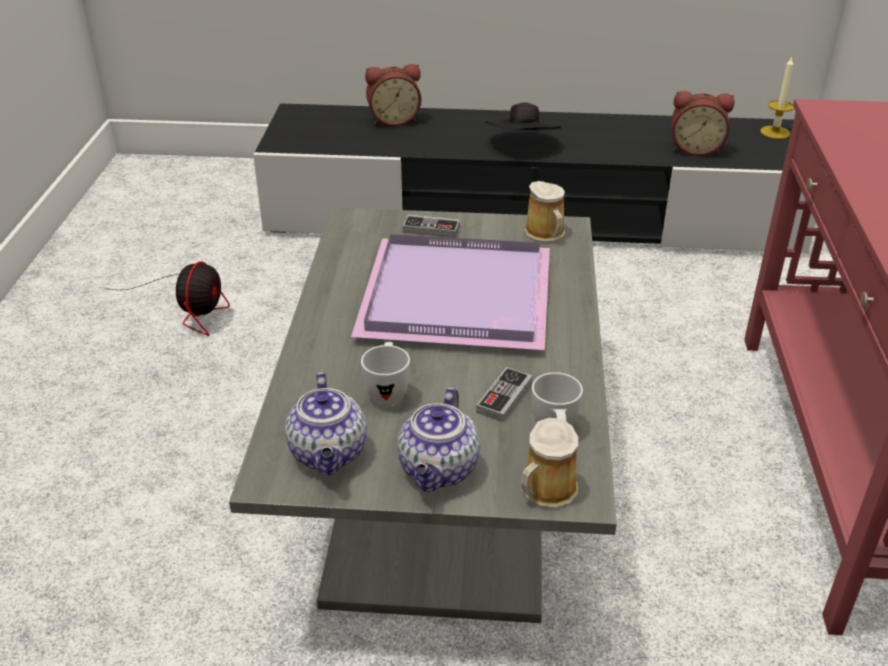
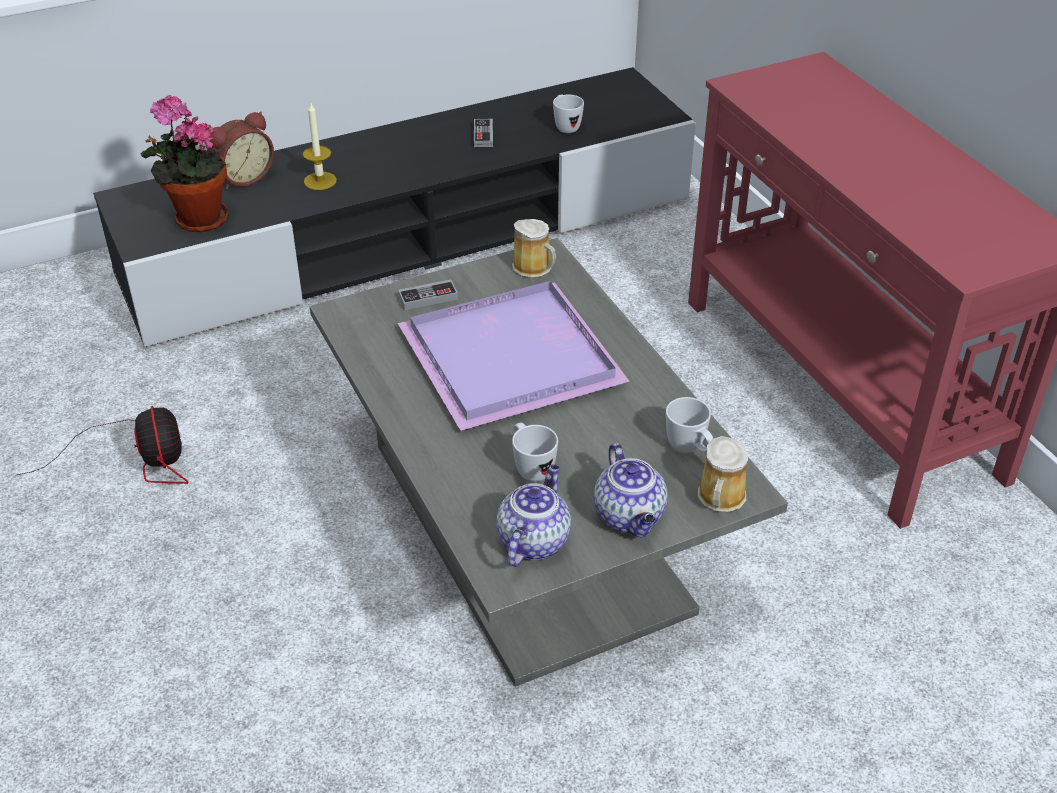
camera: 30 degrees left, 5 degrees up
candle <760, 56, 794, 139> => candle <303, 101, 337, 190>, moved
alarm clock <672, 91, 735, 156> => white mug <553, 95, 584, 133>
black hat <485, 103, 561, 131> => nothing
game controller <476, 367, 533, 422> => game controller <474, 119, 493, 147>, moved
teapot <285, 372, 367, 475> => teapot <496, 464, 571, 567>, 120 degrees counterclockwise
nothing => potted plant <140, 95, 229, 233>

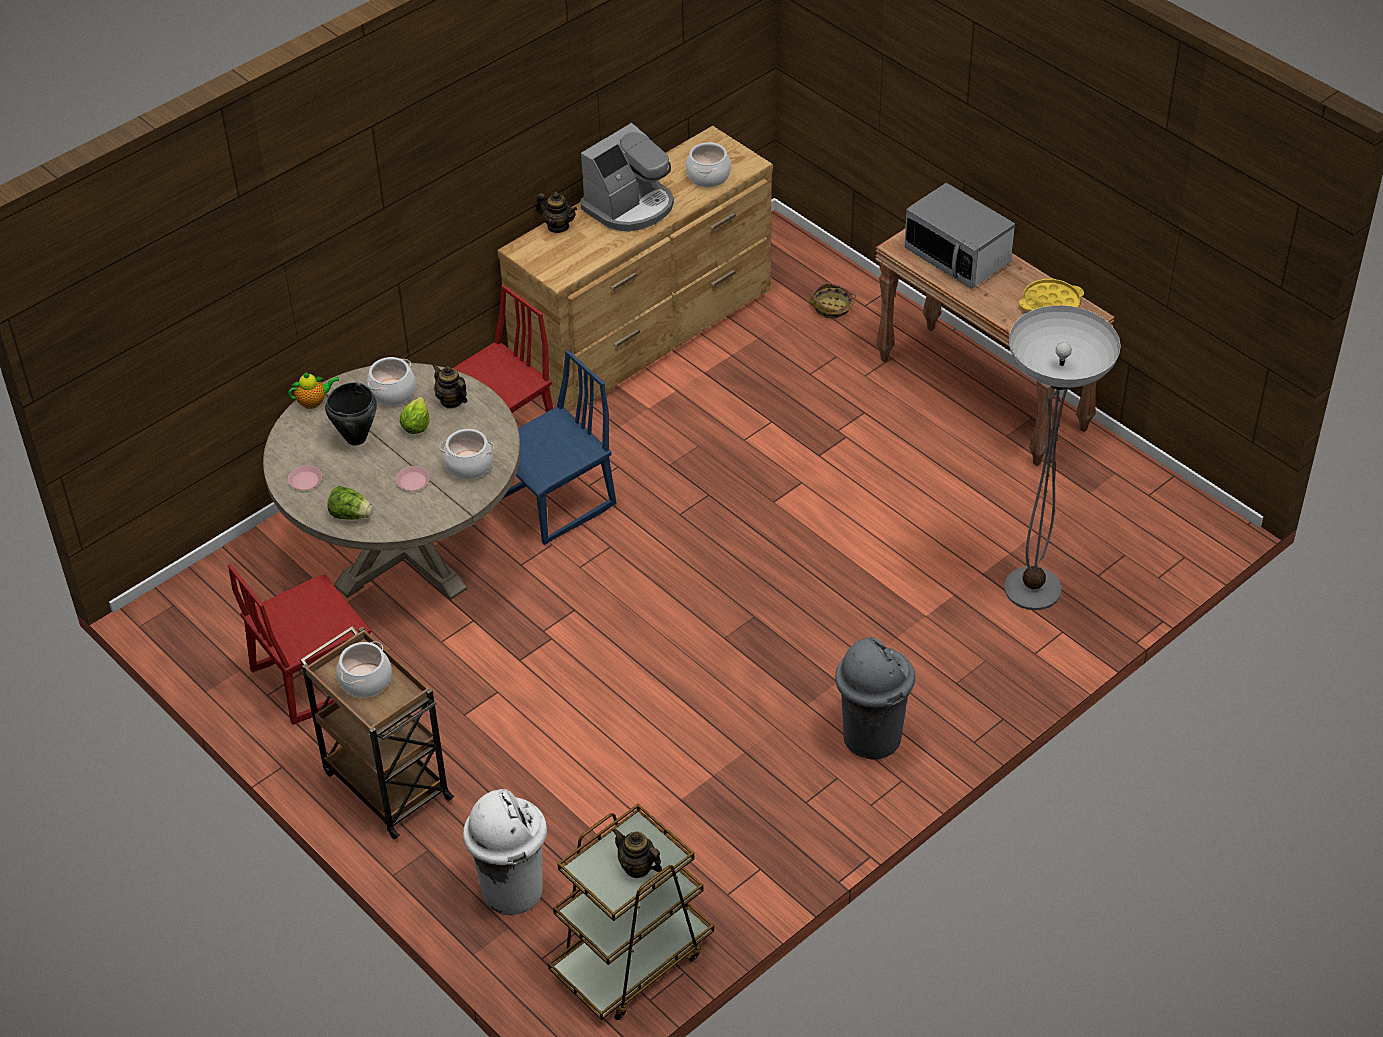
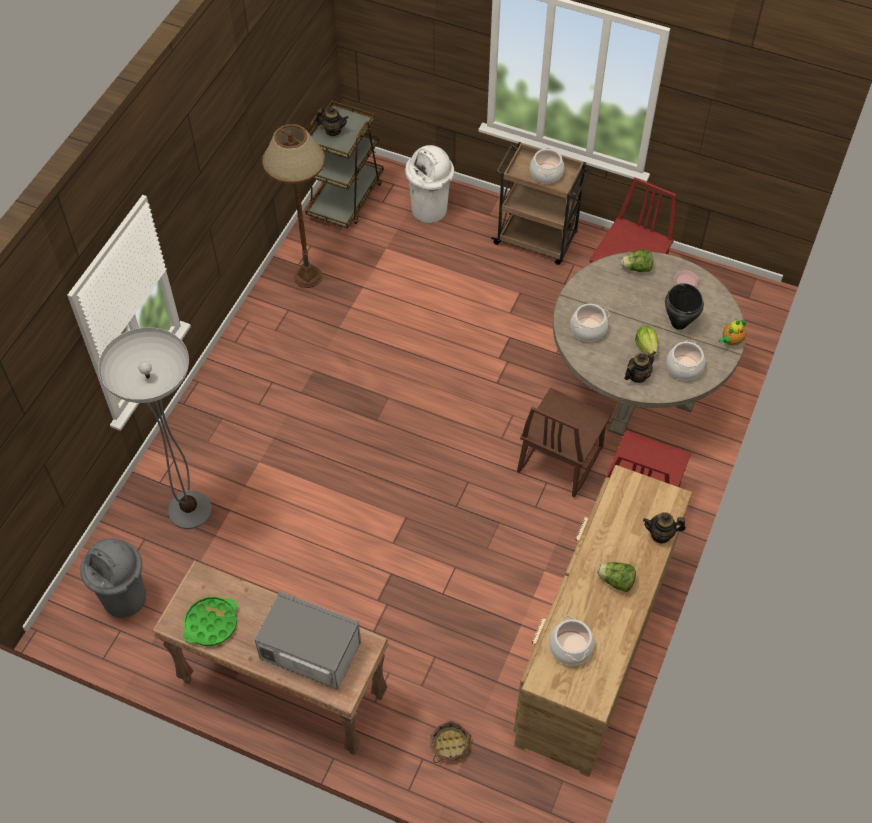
camera: 155 degrees right, 10 degrees up
coffee machine <581, 123, 674, 231> => lettuce <597, 562, 636, 592>
yellow tray <1019, 279, 1084, 312> => green tray <183, 596, 238, 646>
blue chair <502, 350, 616, 545> => brown chair <517, 388, 611, 497>
teapot <433, 364, 468, 409> => teapot <624, 351, 656, 383>, 60 degrees counterclockwise
pink plate <395, 466, 430, 491> => nothing
grey trash can <835, 637, 915, 759> => grey trash can <80, 539, 146, 618>, moved
nothing => brown floor lamp <262, 124, 325, 288>

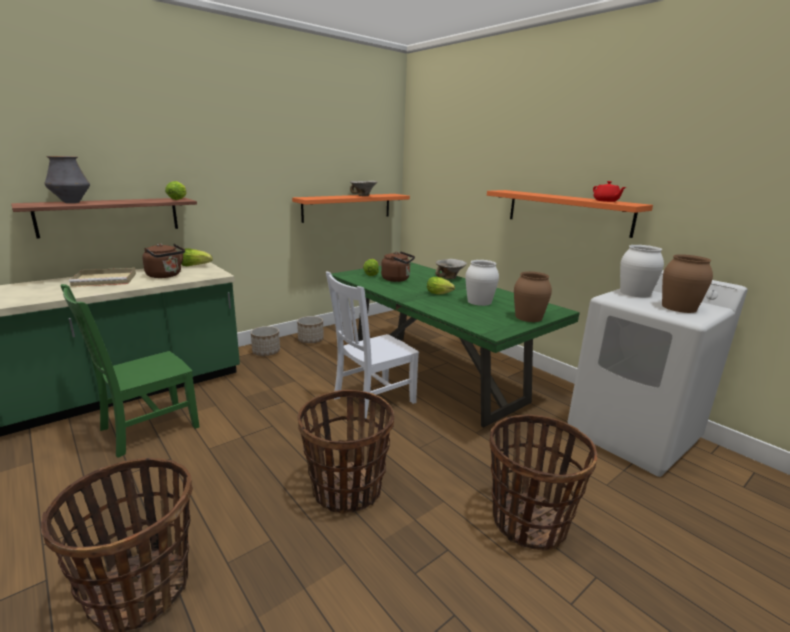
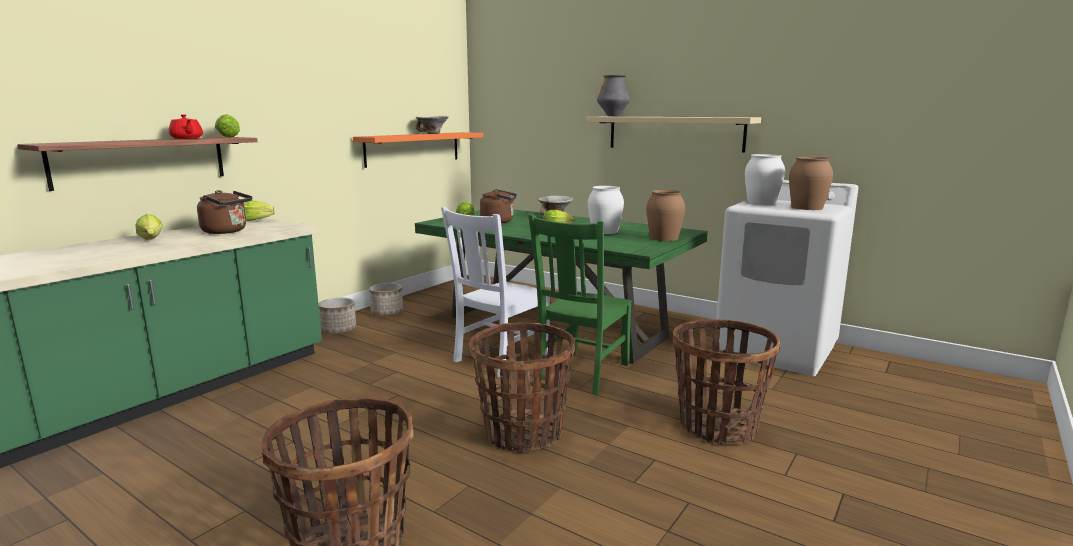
camera: 15 degrees left, 5 degrees down
vase <45, 156, 90, 203> => vase <597, 75, 630, 117>, moved
red teapot <593, 181, 626, 202> => red teapot <168, 114, 203, 139>, moved
orange shelf <487, 190, 653, 238> => beige shelf <586, 117, 761, 153>
beige tray <69, 268, 136, 287> => lettuce <135, 214, 163, 240>
green chair <61, 284, 200, 458> => green chair <528, 214, 632, 394>, moved

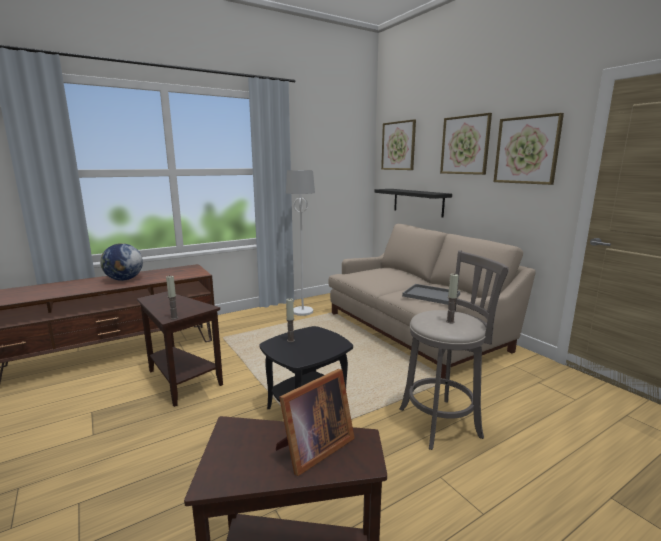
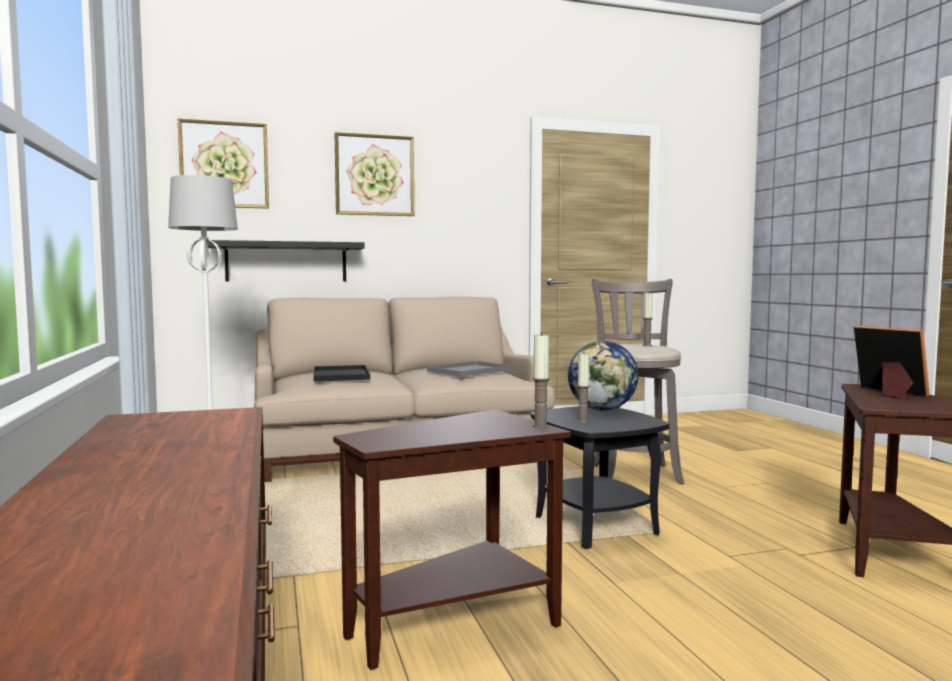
camera: 75 degrees left, 10 degrees down
picture <493, 113, 564, 185> => nothing
globe <100, 243, 143, 281> => globe <568, 341, 638, 411>, moved
nothing => black tray <313, 365, 370, 381>

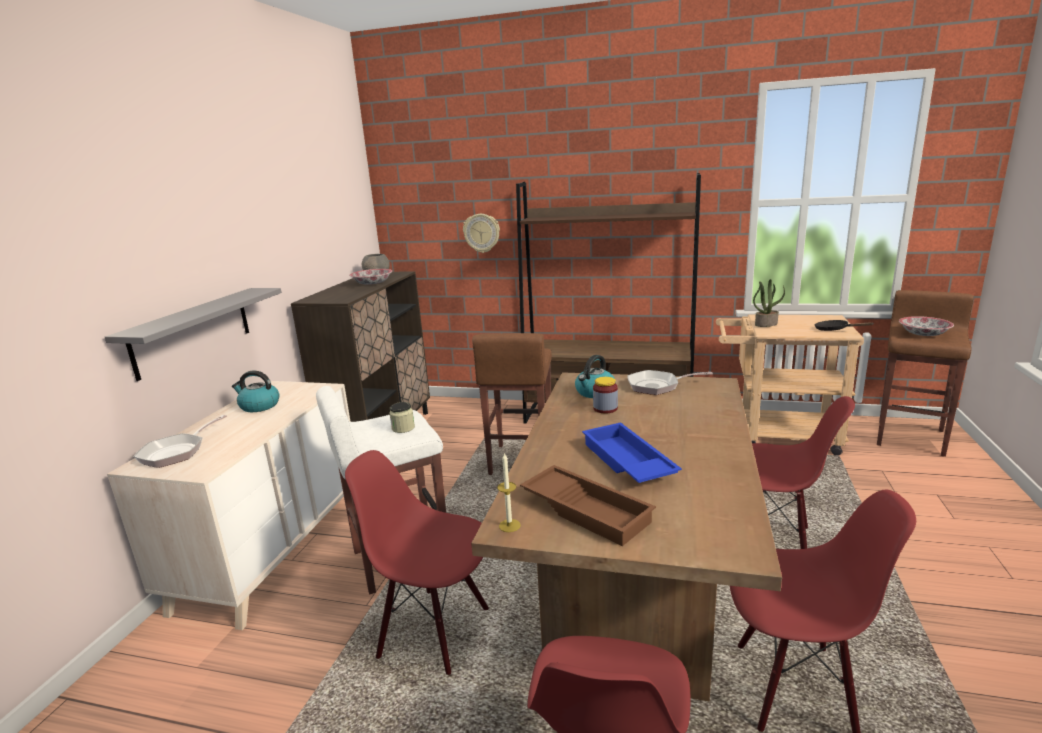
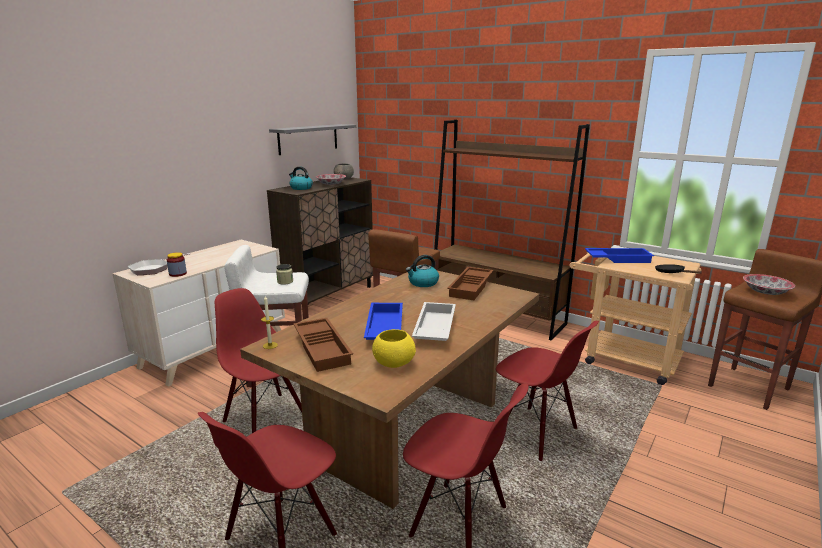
camera: 20 degrees right, 0 degrees up
wall clock <463, 214, 500, 253> => nothing
potted plant <753, 279, 785, 327> => blue tray <585, 248, 654, 263>
grey shelf <105, 288, 282, 381> => grey shelf <269, 124, 356, 155>, moved
kettle <232, 370, 280, 412> => kettle <289, 166, 313, 190>, moved
frying pan <627, 370, 713, 395> => brown tray <447, 267, 493, 300>
jar <593, 377, 618, 413> => jar <167, 252, 187, 277>, moved
nothing => white tray <412, 302, 456, 341>
nothing => yellow bowl <372, 329, 416, 368>

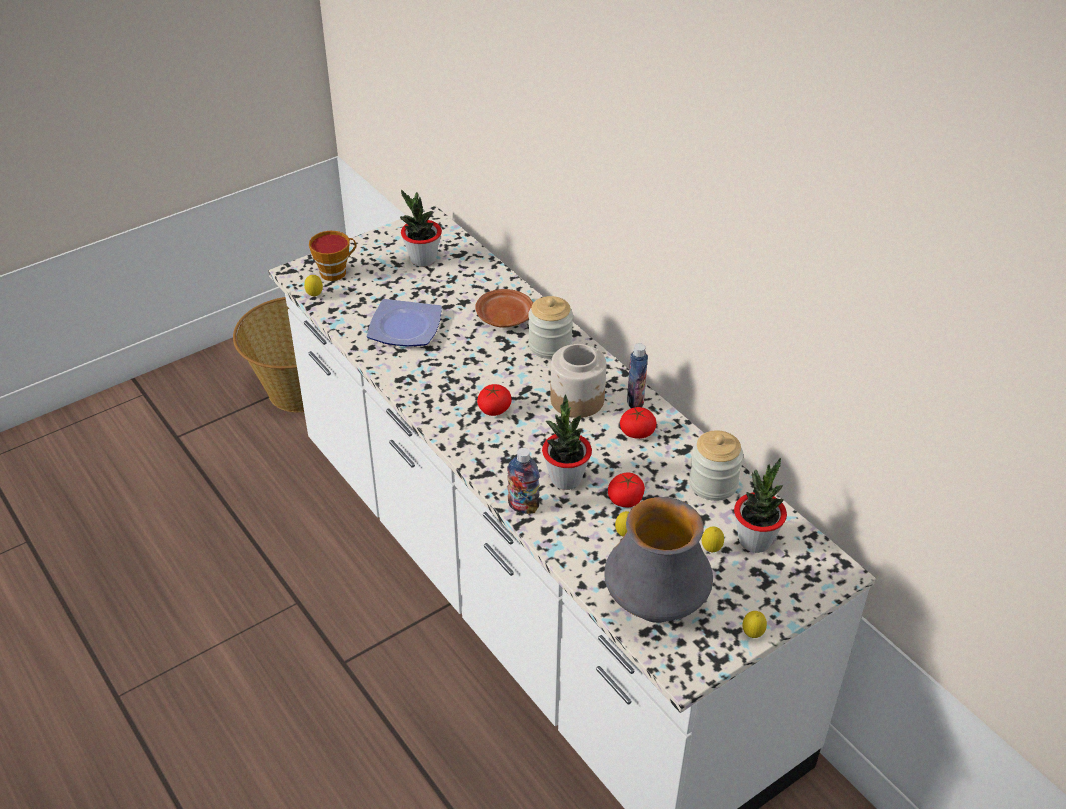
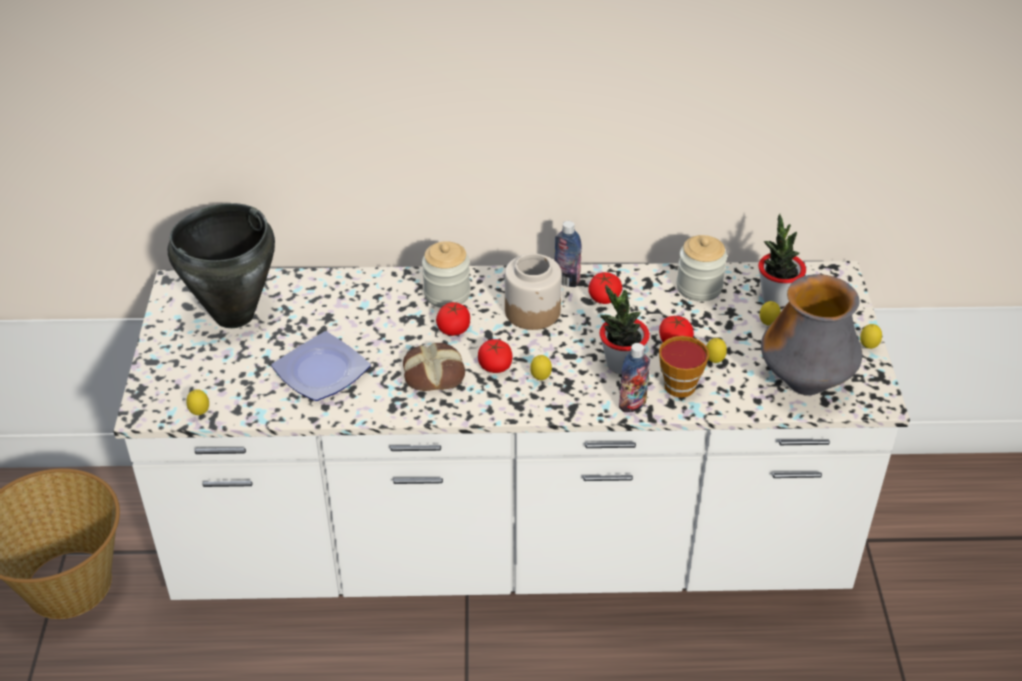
camera: 55 degrees left, 0 degrees up
potted plant <400, 190, 442, 267> => black cooking pot <168, 203, 275, 328>
cup <309, 231, 356, 281> => cup <659, 336, 709, 398>, moved
brown plate <475, 289, 533, 327> => nothing
nothing => tomato <436, 302, 470, 336>
nothing => bread <403, 343, 465, 391>
nothing => lemon <530, 355, 552, 380>

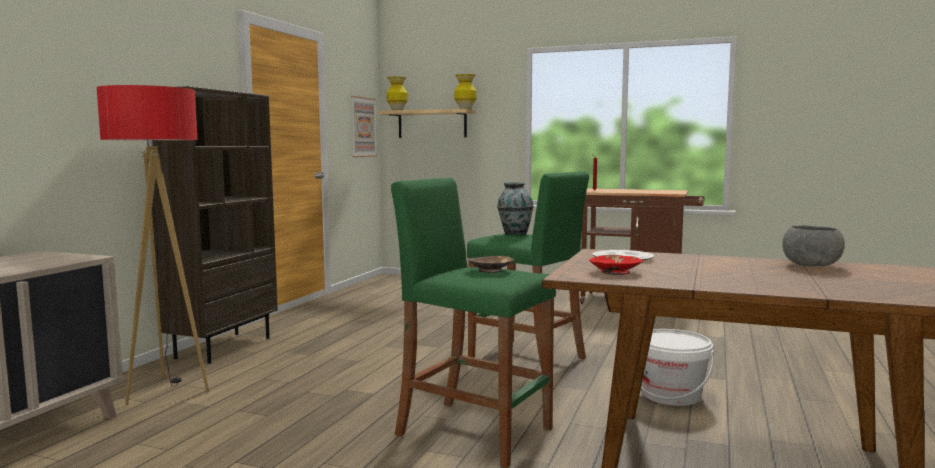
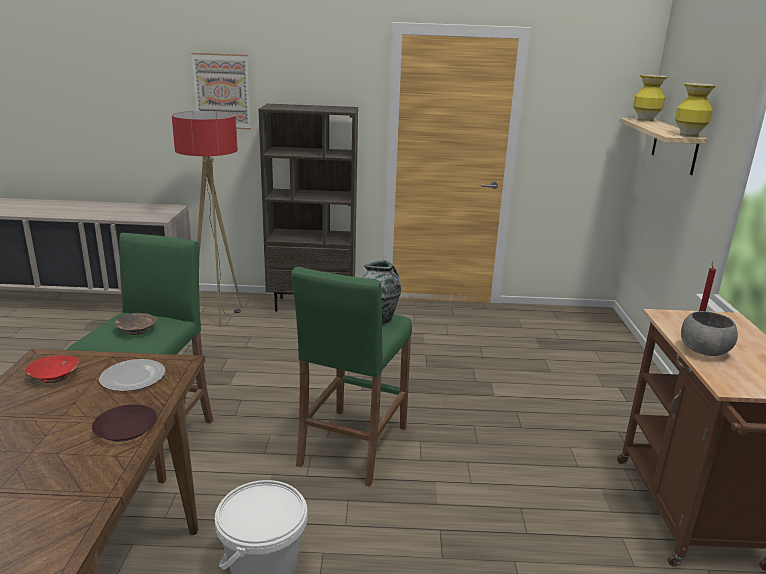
camera: 70 degrees right, 15 degrees up
picture <351, 96, 377, 157> => picture <191, 53, 251, 129>, moved
grey bowl <783, 225, 845, 266> => grey bowl <681, 311, 738, 356>, moved
nothing => brown plate <92, 404, 157, 441>

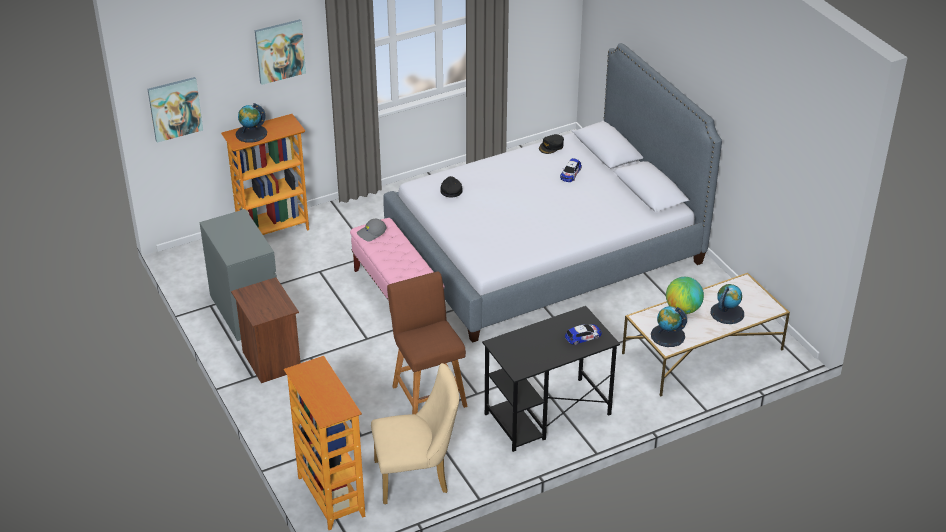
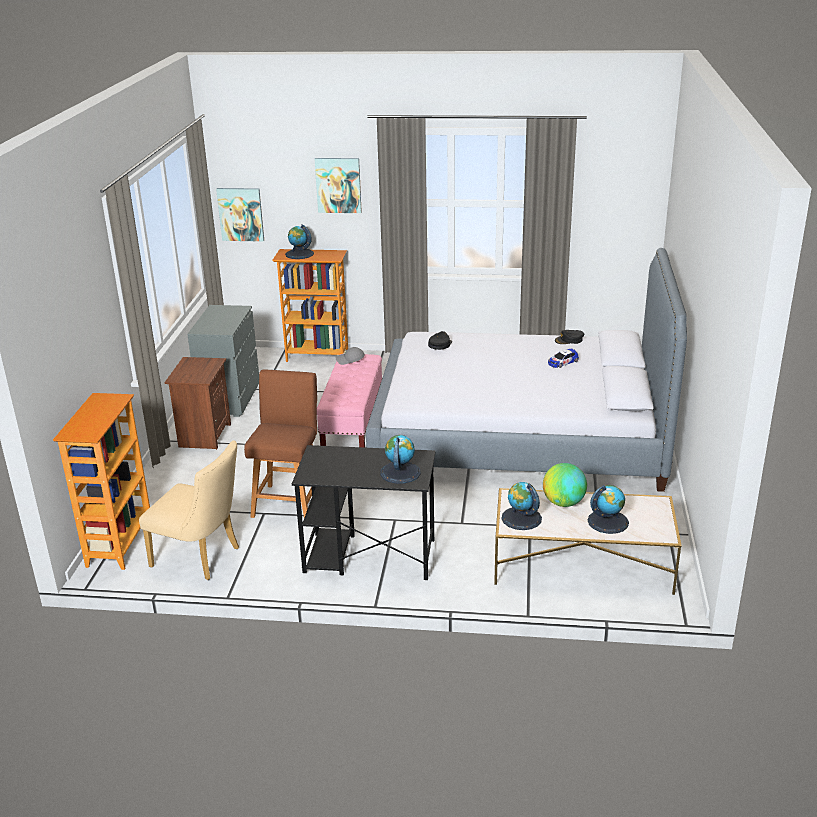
camera: 35 degrees right, 10 degrees down
toy car <565, 324, 602, 345> => globe <380, 435, 421, 484>

